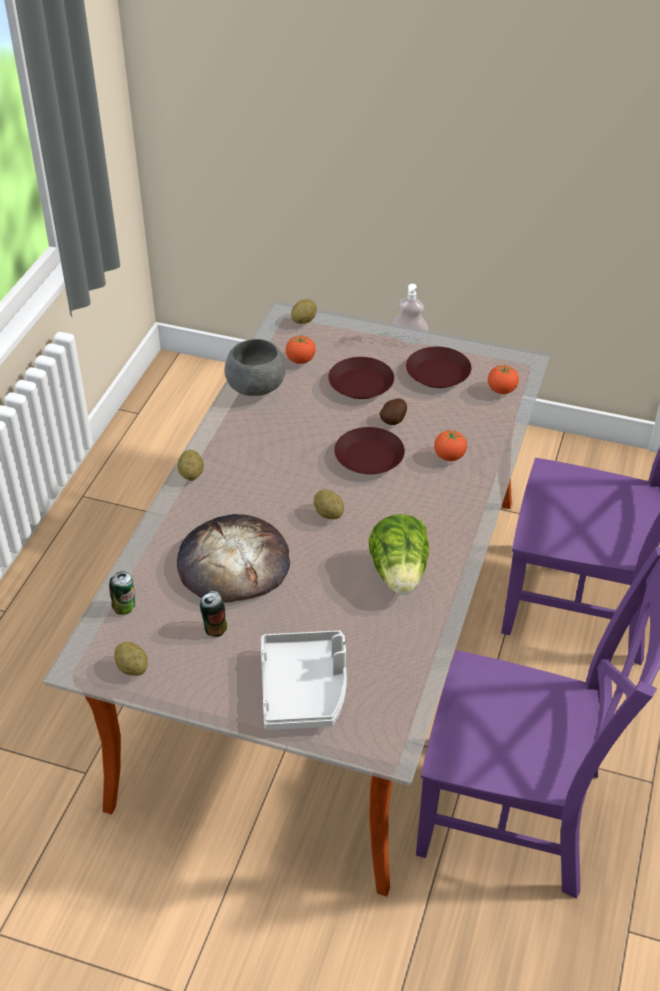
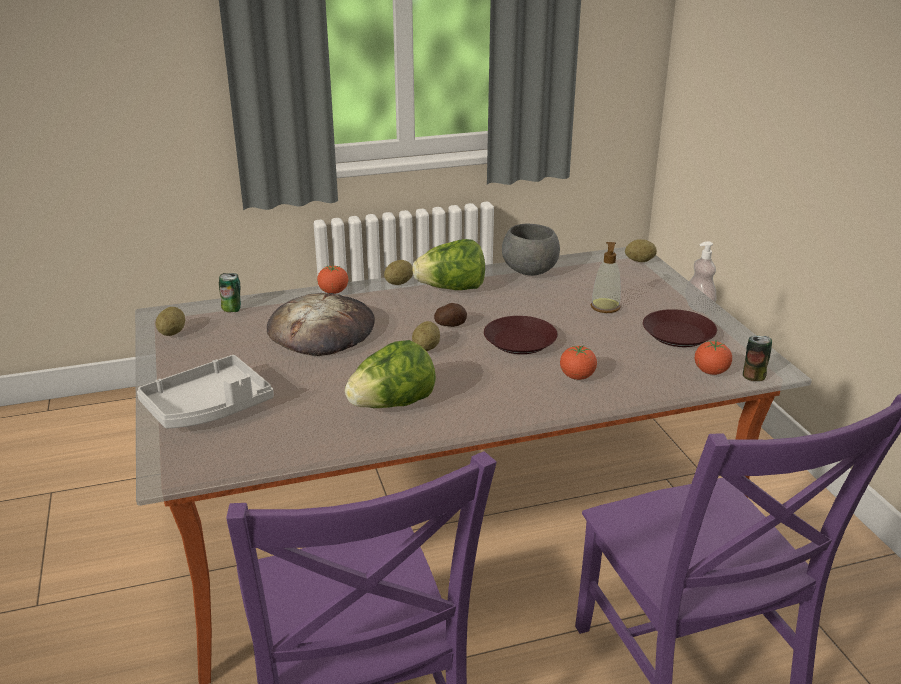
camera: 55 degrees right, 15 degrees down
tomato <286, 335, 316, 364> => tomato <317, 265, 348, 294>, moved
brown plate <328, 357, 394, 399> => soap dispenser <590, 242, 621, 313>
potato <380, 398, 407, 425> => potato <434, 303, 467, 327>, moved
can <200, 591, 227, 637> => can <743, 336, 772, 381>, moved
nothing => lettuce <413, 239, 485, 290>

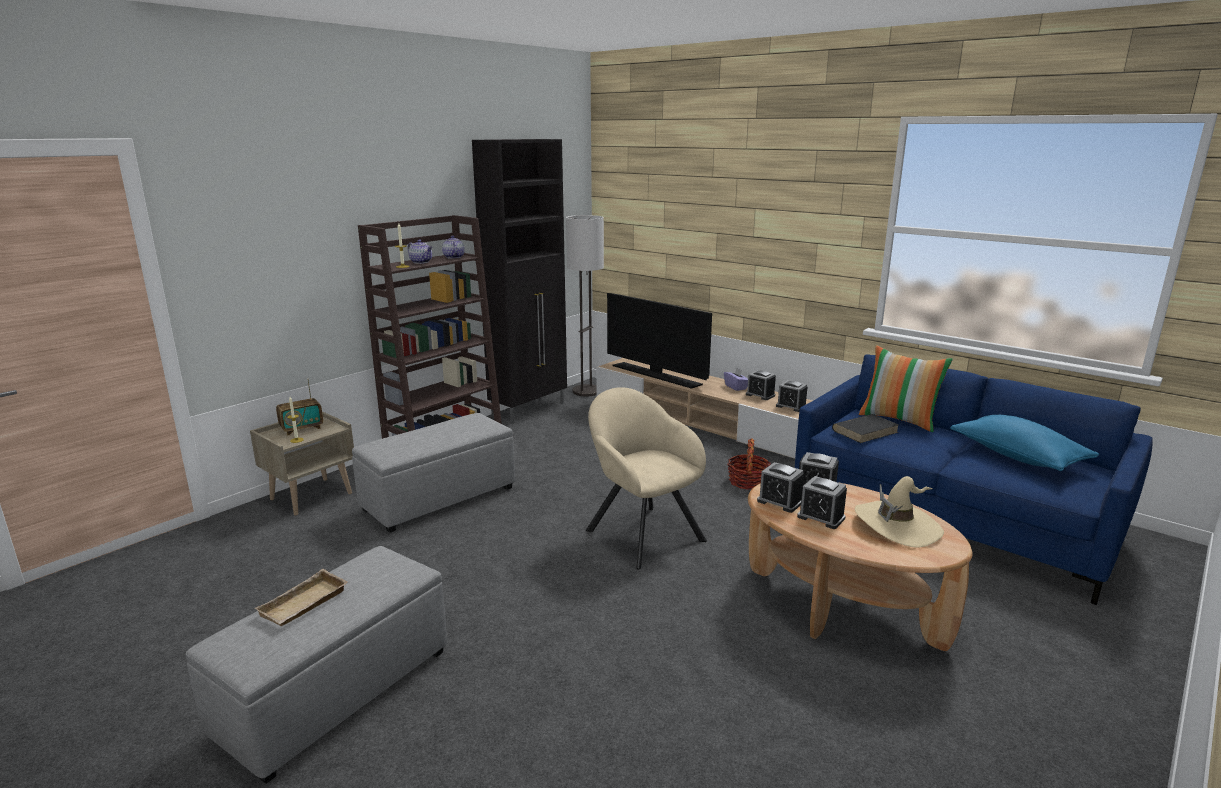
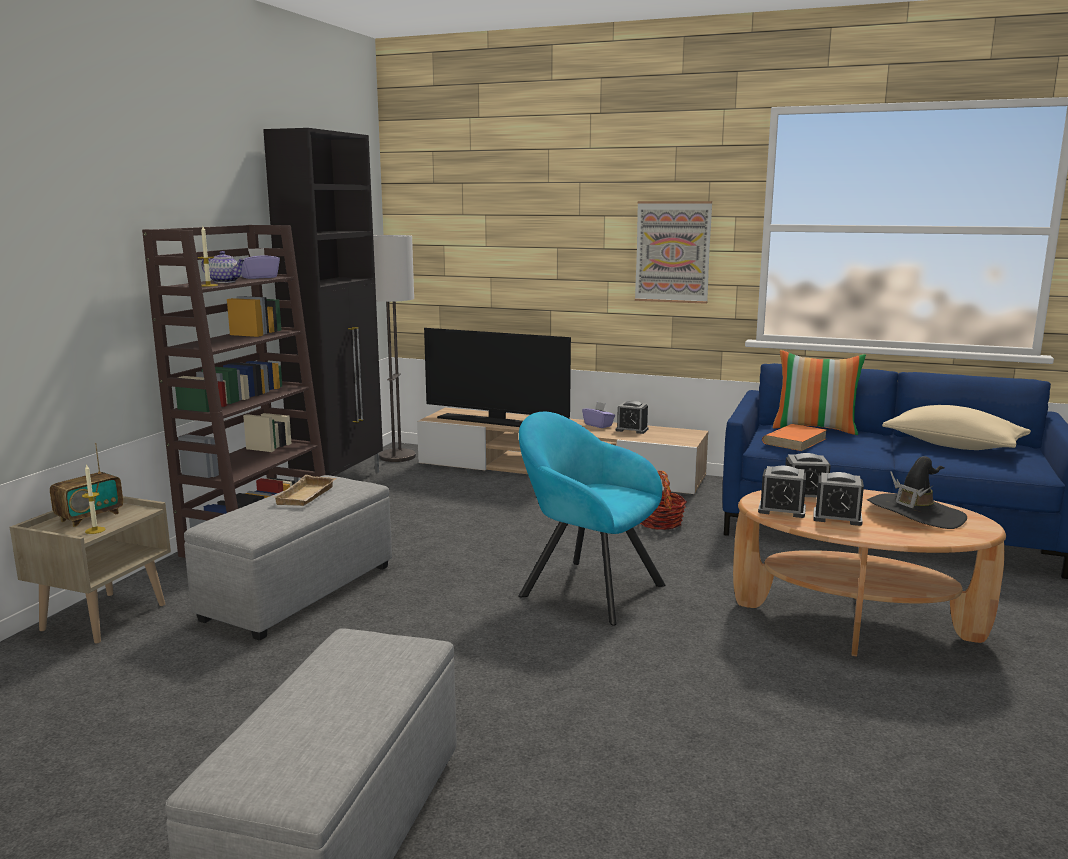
camera: 20 degrees left, 5 degrees down
teapot <442, 235, 465, 259> => purple tissue box <241, 248, 280, 279>
alarm clock <776, 380, 807, 412> => nothing
beige armchair <586, 387, 707, 569> => turquoise armchair <518, 412, 666, 626>
black book <832, 414, 899, 443> => orange book <762, 424, 827, 451>
blue pillow <950, 415, 1099, 471> => beige pillow <882, 405, 1031, 450>
beige hat <855, 476, 944, 548> => black hat <867, 456, 967, 529>
beige tray <254, 569, 348, 626> => beige tray <274, 475, 336, 506>, moved
nothing => picture <635, 201, 712, 304>

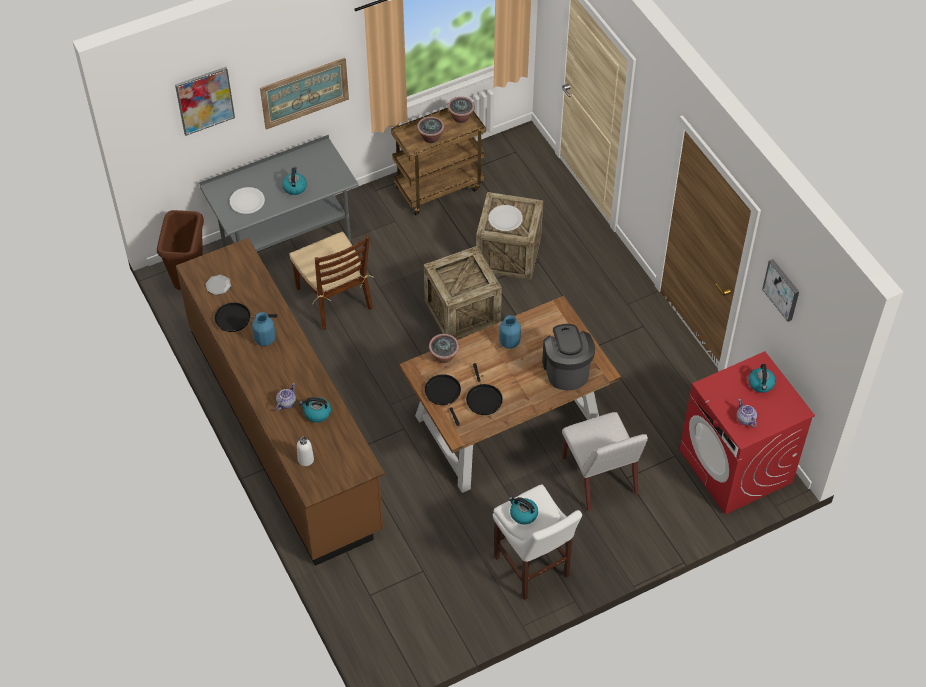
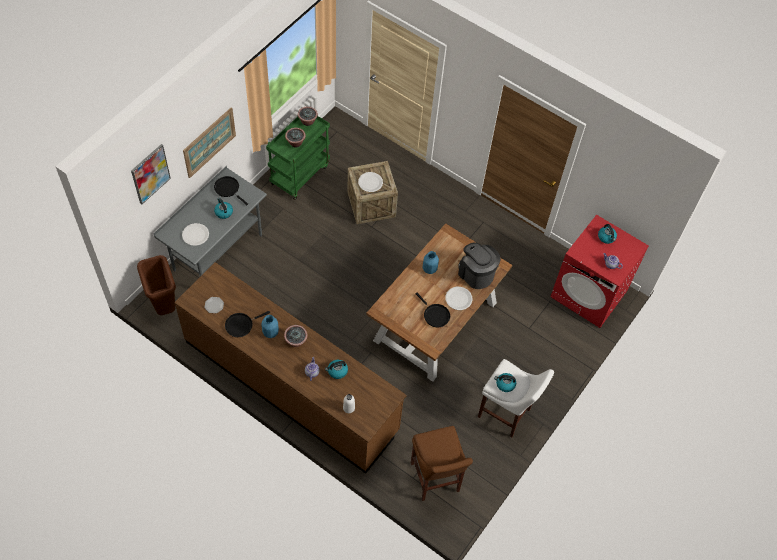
camera: 30 degrees left, 5 degrees up
brown cart <391, 108, 485, 215> => green cart <266, 116, 330, 200>
brown chair <290, 232, 374, 330> => nothing
crate <424, 246, 502, 339> => nothing
picture <762, 259, 799, 322> => nothing
potted plant <429, 334, 459, 363> => potted plant <284, 325, 308, 347>, moved
black frying pan <424, 374, 461, 426> => black frying pan <214, 176, 248, 205>, moved
white chair <562, 412, 648, 511> => nothing
nothing => white plate <445, 287, 472, 310>
nothing => brown stool <411, 426, 473, 501>

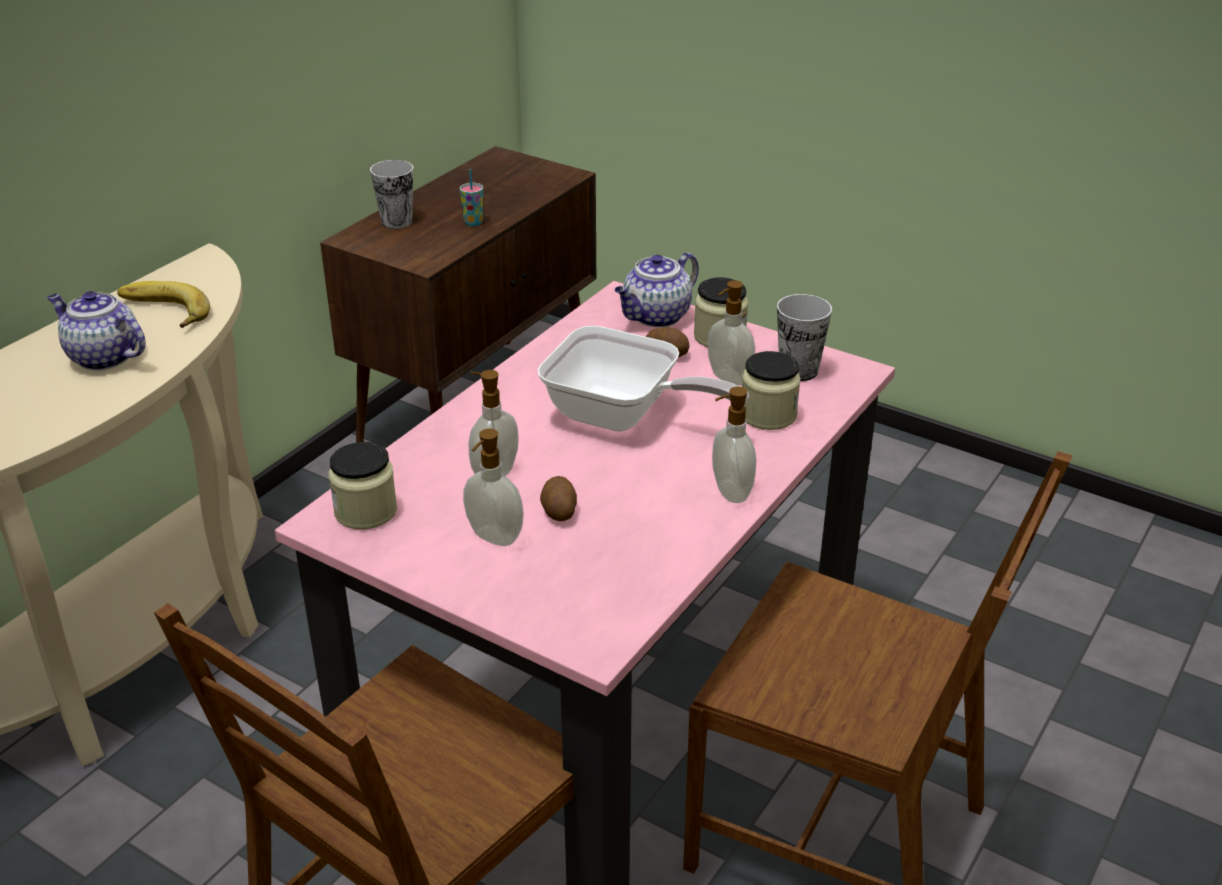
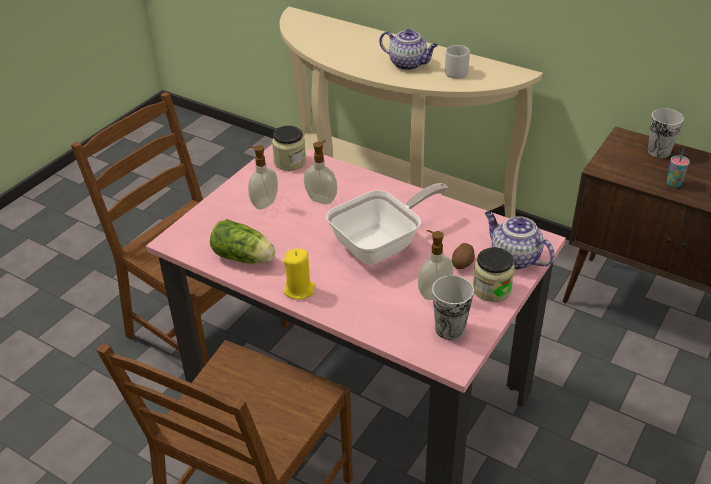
camera: 90 degrees right, 5 degrees up
banana <117, 281, 210, 328> => grey mug <445, 45, 470, 79>
teapot <47, 291, 146, 371> => teapot <379, 29, 438, 70>, 90 degrees clockwise
frying pan <538, 326, 749, 432> => frying pan <326, 183, 448, 265>, 150 degrees counterclockwise
jar <742, 351, 801, 430> => nothing
soap dispenser <712, 387, 756, 503> => yellow candle <283, 248, 315, 300>
potato <540, 476, 577, 521> => nothing
nothing => lettuce <210, 219, 275, 264>

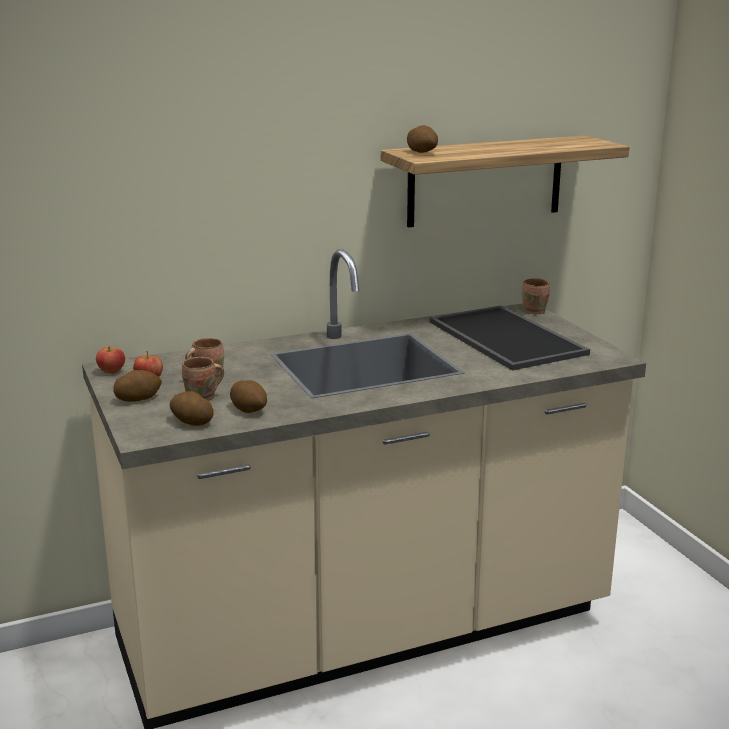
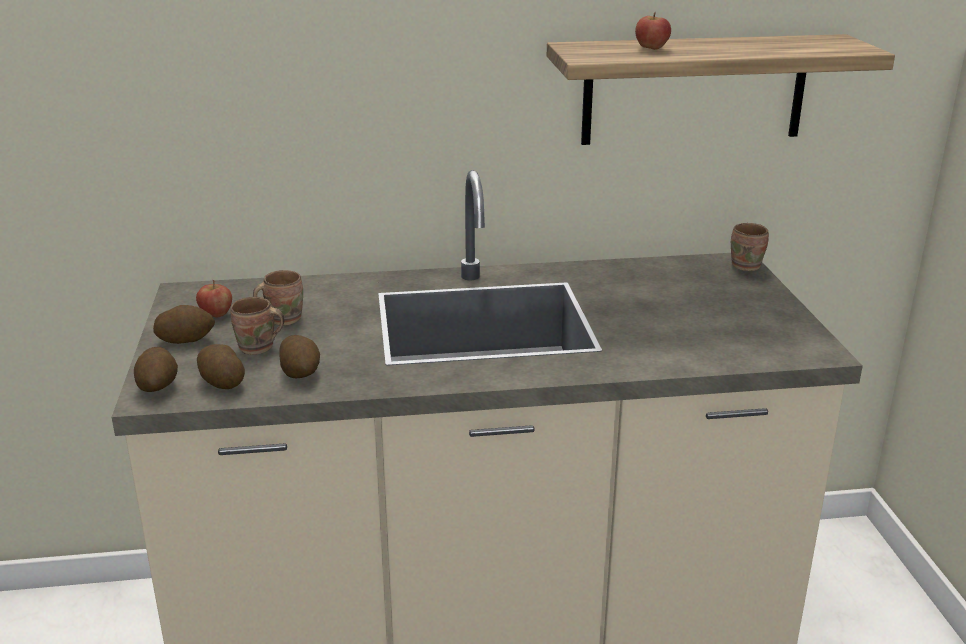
camera: 15 degrees right, 5 degrees up
potato <407, 125, 438, 153> => potato <134, 347, 178, 392>, moved
tray <430, 305, 590, 371> => nothing
apple <96, 346, 125, 374> => apple <635, 12, 671, 50>, moved

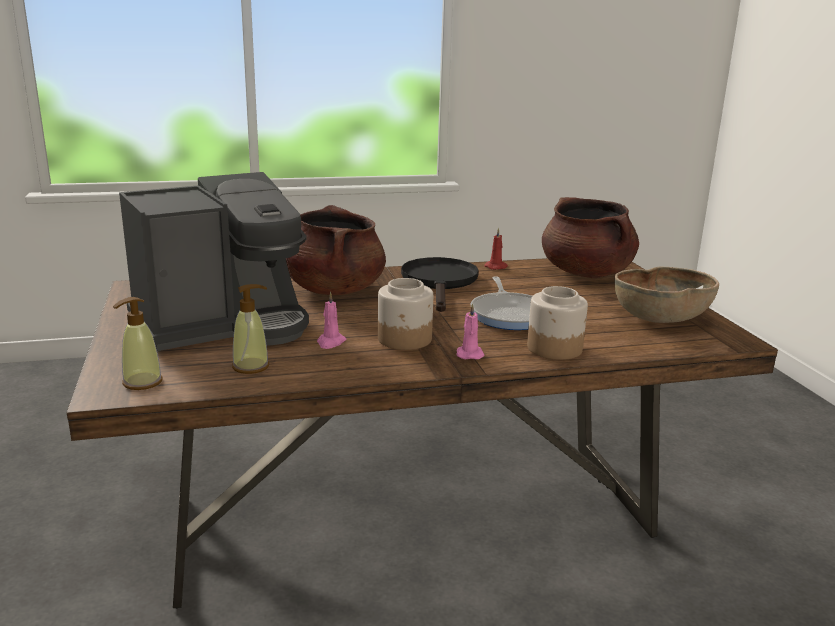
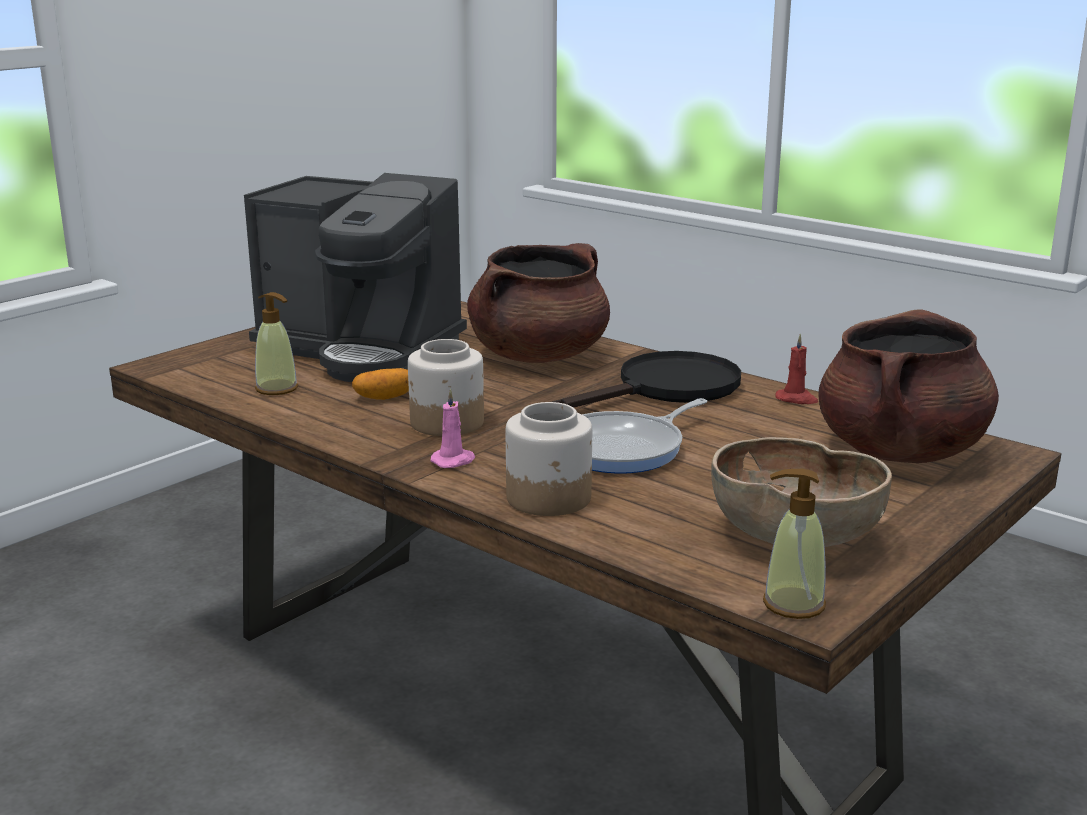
camera: 55 degrees right, 0 degrees up
pink candle <317, 291, 346, 349> => potato <352, 368, 409, 400>
soap dispenser <113, 297, 163, 390> => soap dispenser <763, 469, 826, 619>, moved

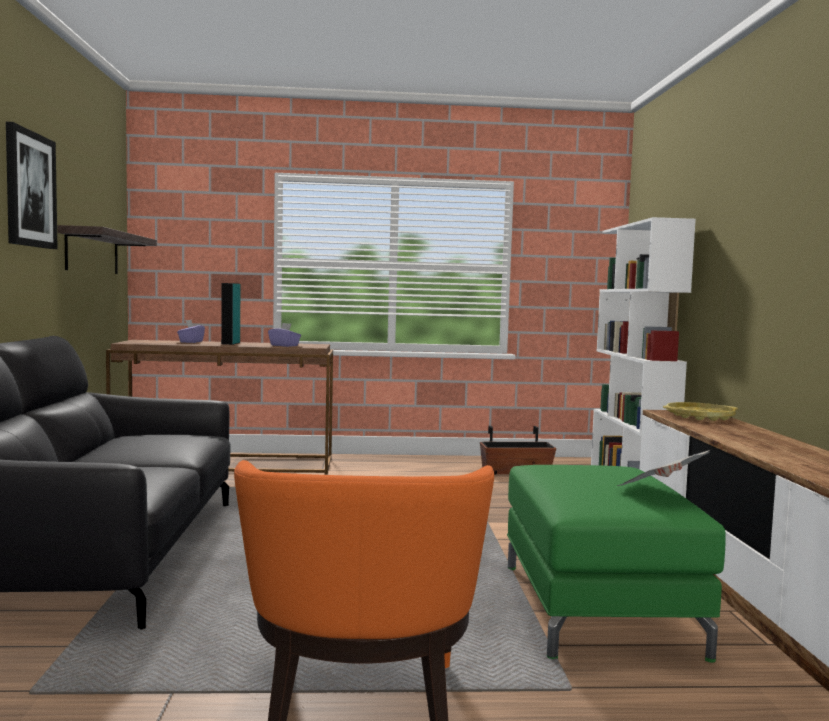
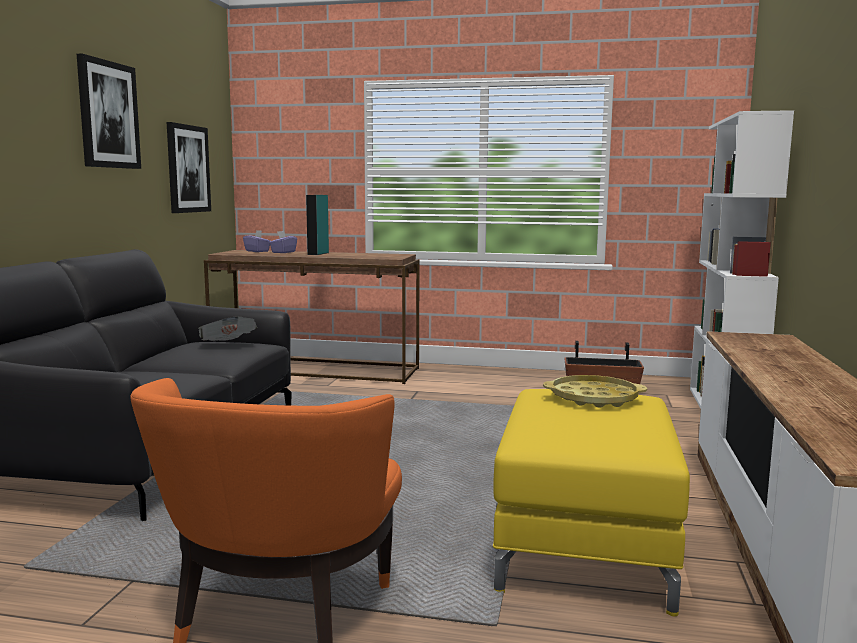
camera: 15 degrees right, 5 degrees up
shelf <58, 225, 157, 274> => picture <167, 122, 211, 213>
purple tissue box <268, 323, 301, 347> => purple tissue box <243, 230, 270, 252>, moved
yellow tray <663, 402, 738, 421> => yellow tray <543, 375, 647, 408>, moved
newspaper <617, 450, 710, 486> => newspaper <198, 316, 257, 341>, moved
green ottoman <507, 465, 726, 663> => yellow ottoman <493, 389, 690, 616>

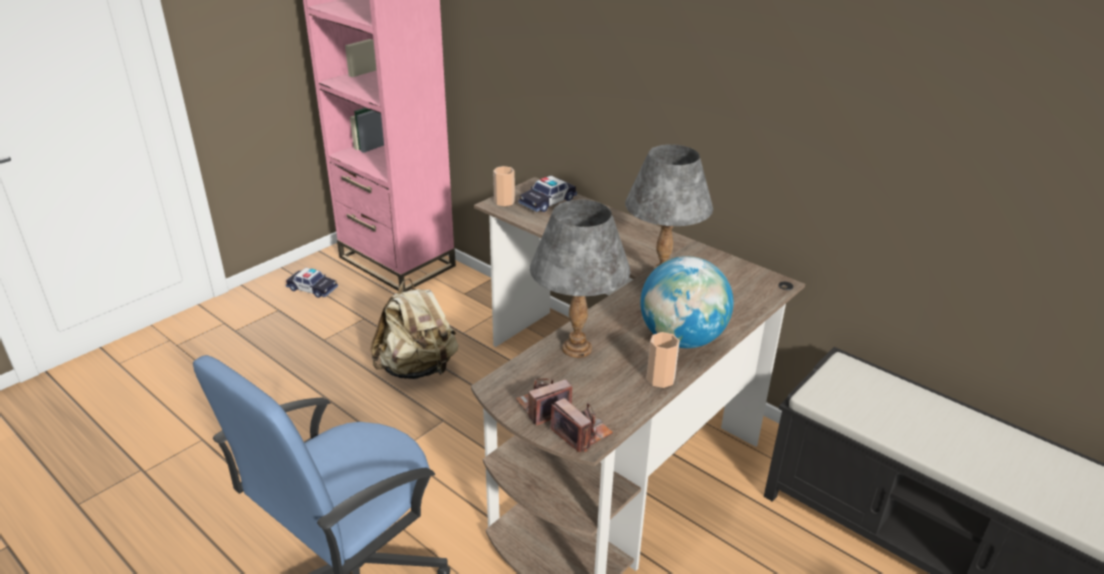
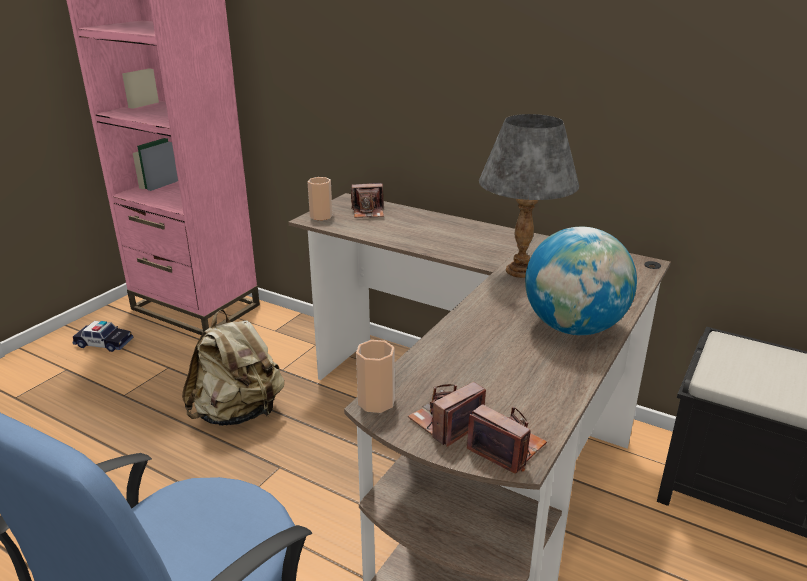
camera: 10 degrees left, 5 degrees down
toy car <519, 176, 577, 212> => photo camera <351, 183, 384, 218>
grey table lamp <530, 200, 630, 358> => nothing
cup <646, 332, 680, 388> => cup <356, 340, 395, 413>, moved

